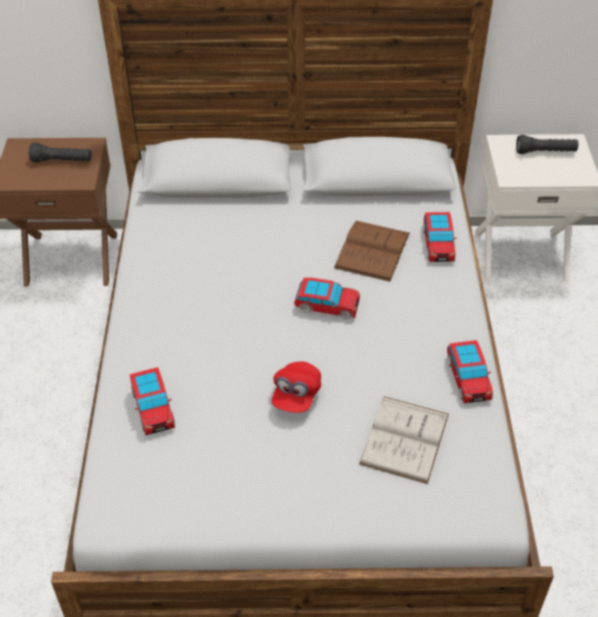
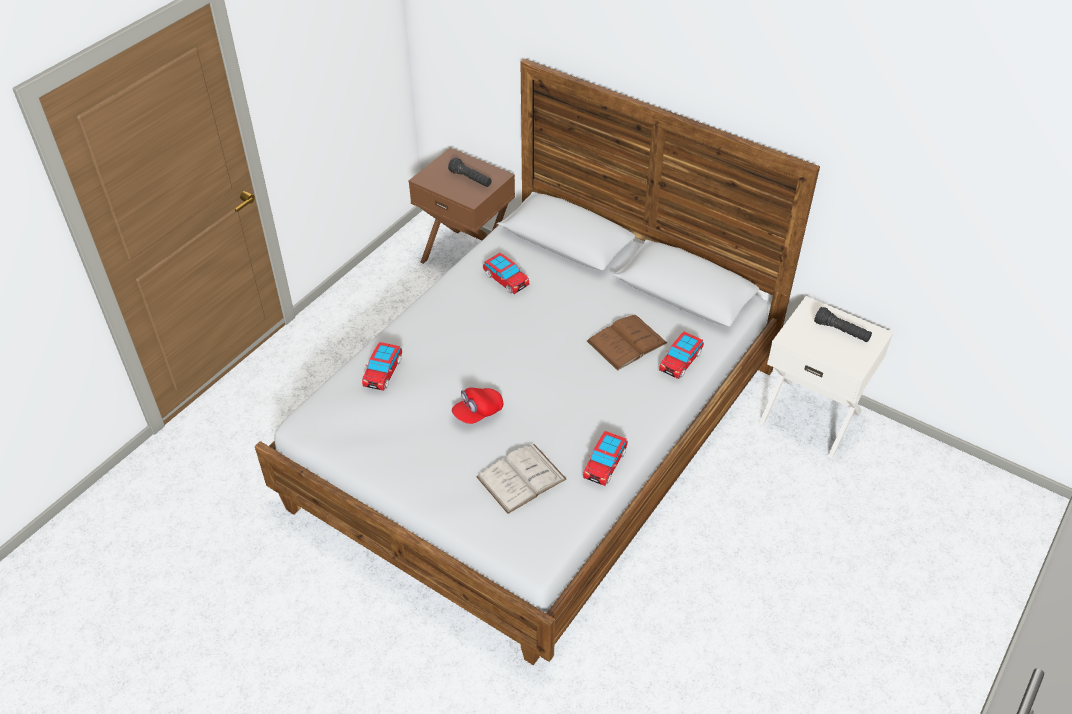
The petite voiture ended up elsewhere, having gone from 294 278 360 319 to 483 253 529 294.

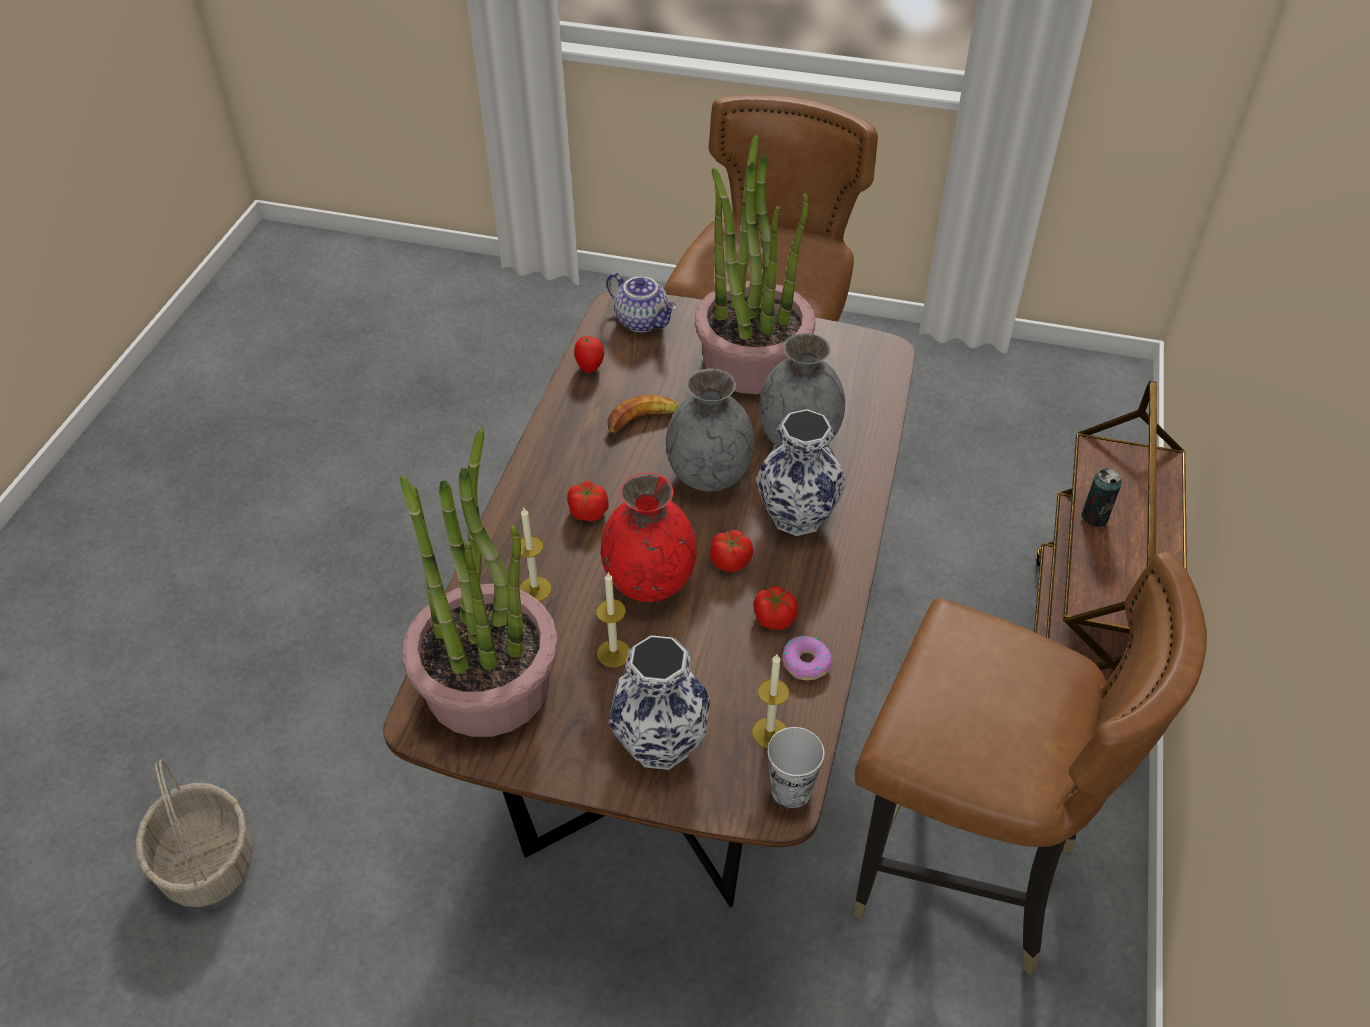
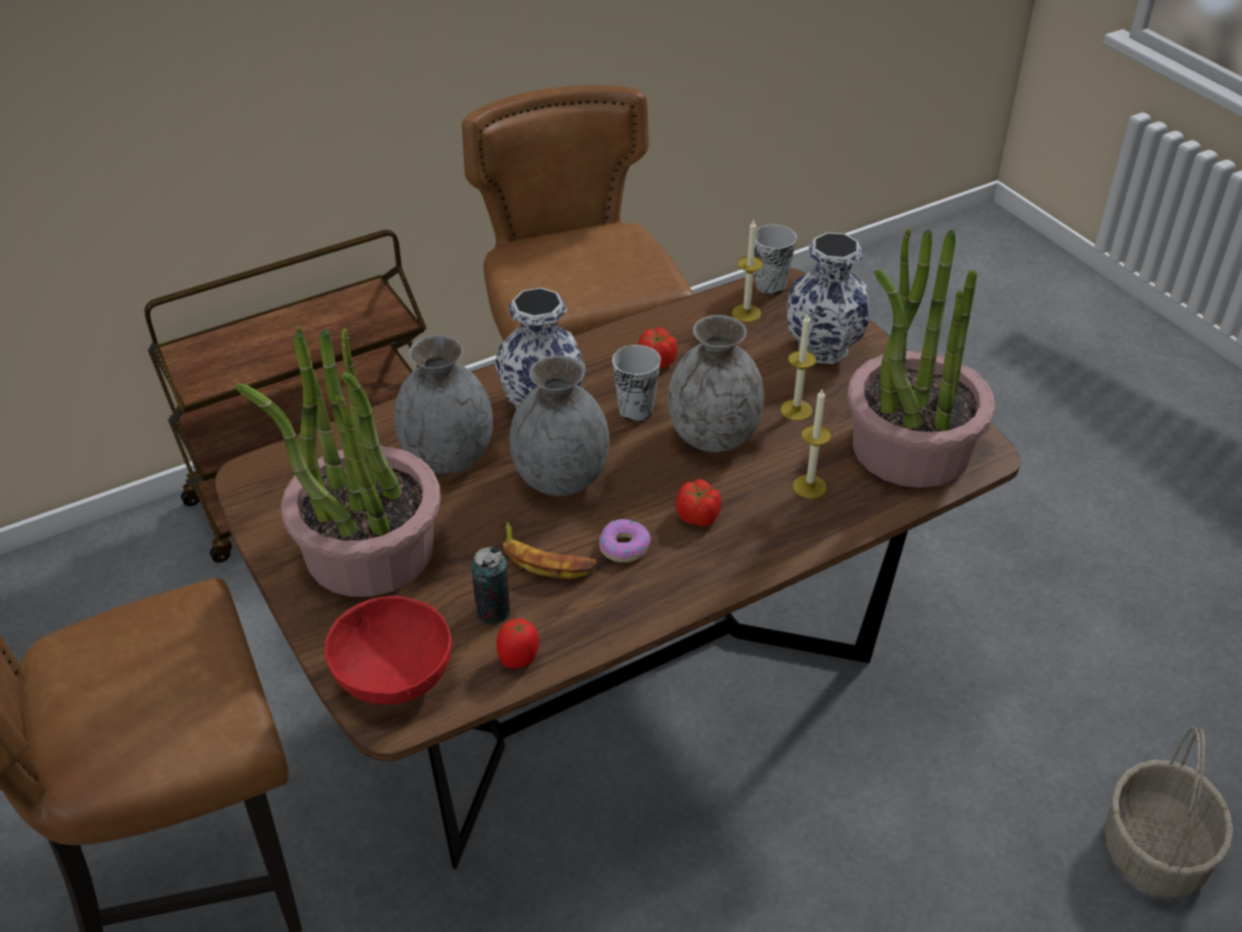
What was the vase (rouge) at 601 473 697 602 turned into the vase (gris) at 667 315 764 452.
Where the théière stood at 606 273 677 333, the bol (rouge) came to stand at 325 596 452 705.
Where the tomate stood at 710 530 753 572, the tasse came to stand at 612 345 661 422.
The beignet ended up elsewhere, having gone from 782 636 832 680 to 599 519 651 563.
The boîte métallique ended up elsewhere, having gone from 1081 468 1121 527 to 471 547 510 624.

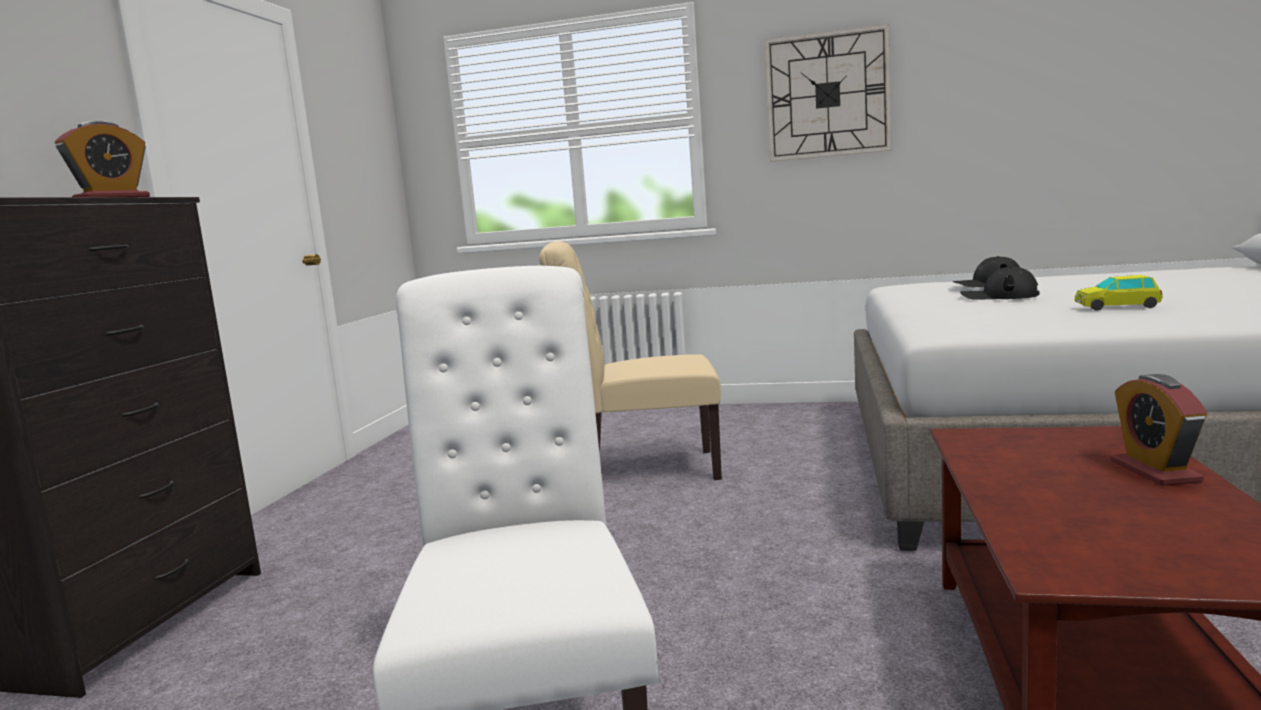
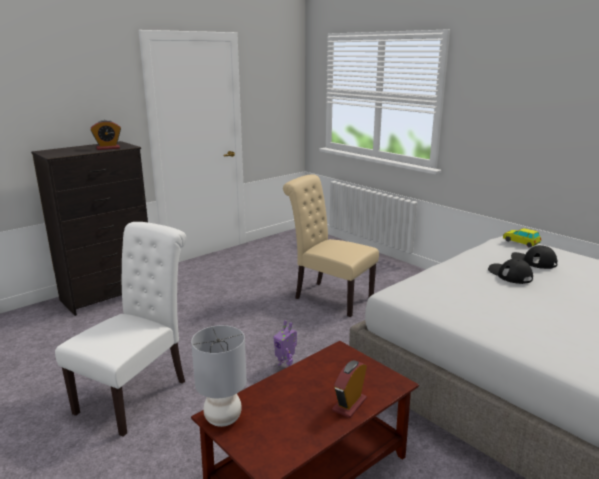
The second view lost the horloge murale at 765 24 892 162.
The petite voiture ended up elsewhere, having gone from 1075 275 1163 311 to 503 228 541 248.
The second view gained the lampe de table (gris) at 191 325 247 427.
The second view gained the robot jouet at 273 320 297 367.

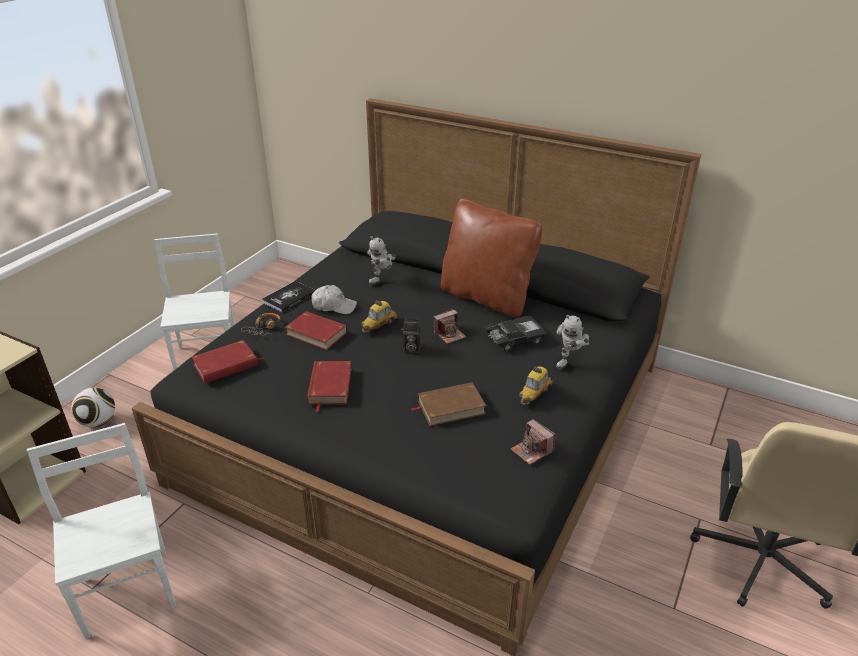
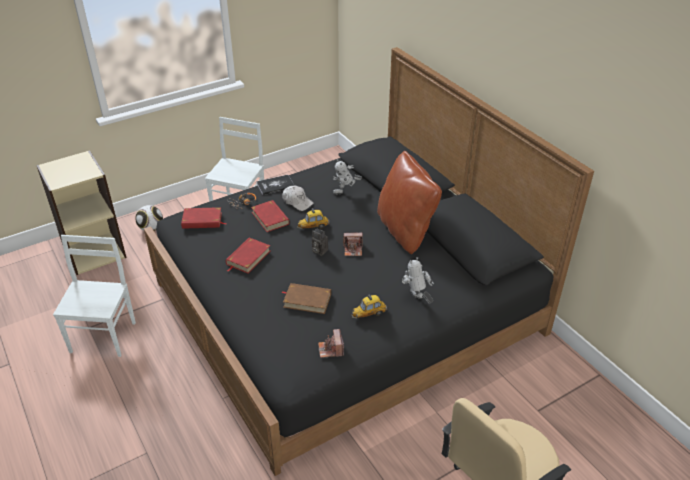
The second view lost the petite voiture (noir) at 483 316 547 351.
The robot jouet at 556 315 589 369 ended up facing another way, 90 degrees clockwise from before.

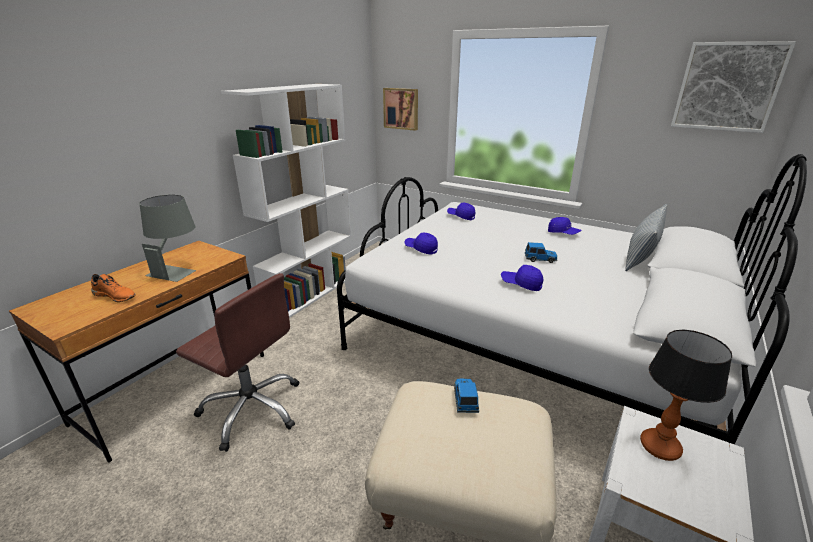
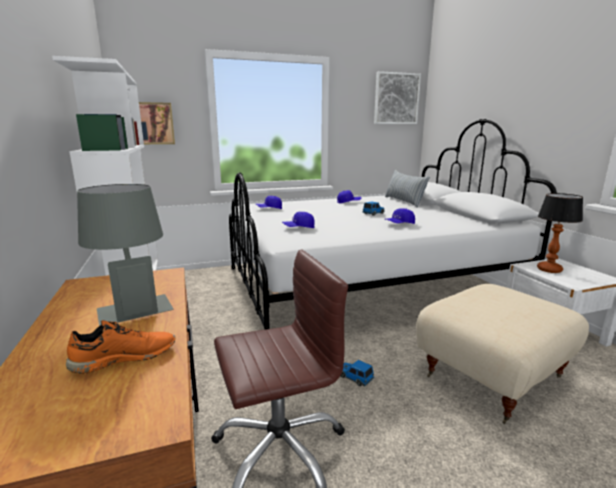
The petite voiture ended up elsewhere, having gone from 454 379 479 413 to 340 360 374 386.

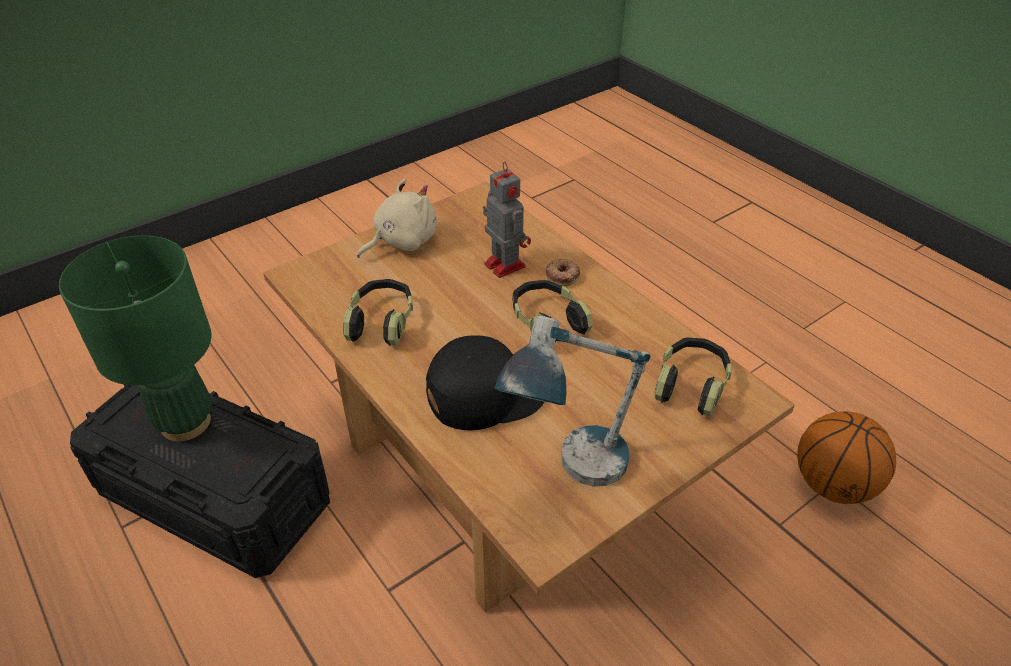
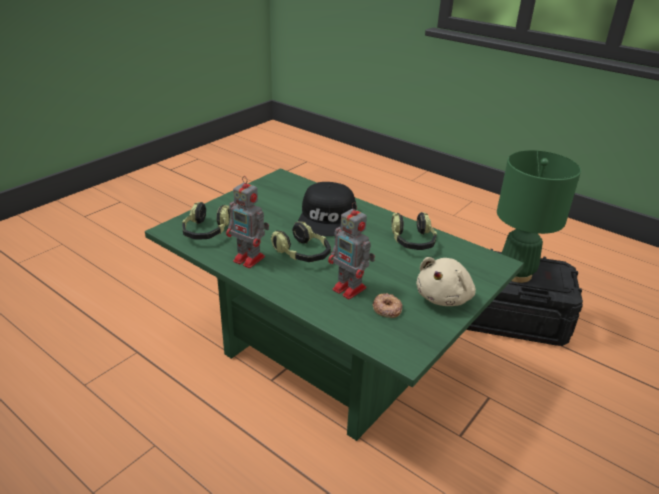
What was the table basse (marron) at 263 182 795 613 turned into the table basse (vert) at 145 168 524 441.
The casquette (noir) at 426 335 545 431 ended up facing another way, 45 degrees counterclockwise from before.
The second view lost the lampe de table at 494 316 651 487.
The beignet ended up elsewhere, having gone from 546 259 580 287 to 372 293 402 318.
The second view lost the ballon de basket at 797 411 896 504.
The second view gained the robot jouet at 226 176 269 268.

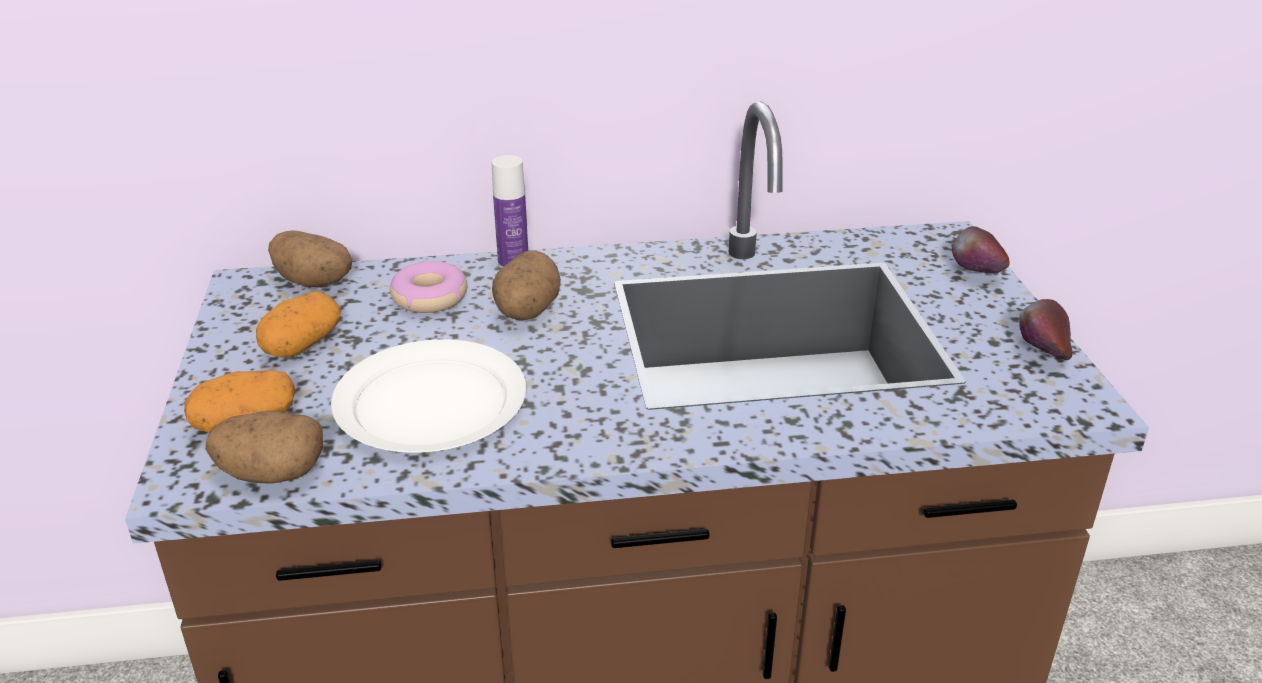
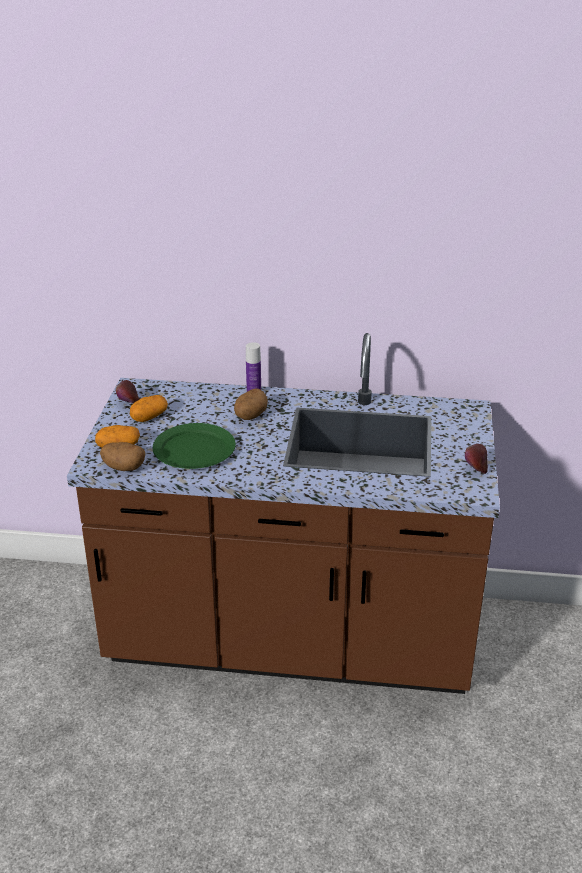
The second view lost the pomme de terre at 268 230 352 287.
What was the assiette (blanc) at 331 339 527 453 turned into the assiette (vert) at 153 423 236 469.
The second view lost the beignet at 389 261 467 313.
The pomme ended up elsewhere, having gone from 952 226 1009 274 to 115 380 140 403.

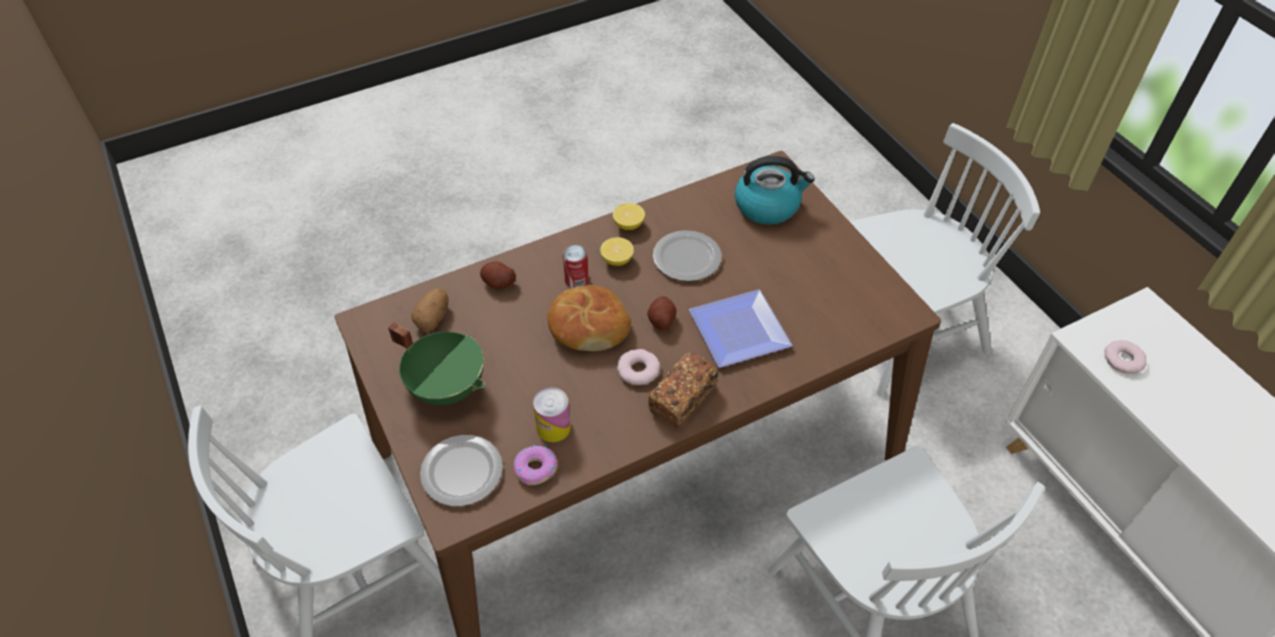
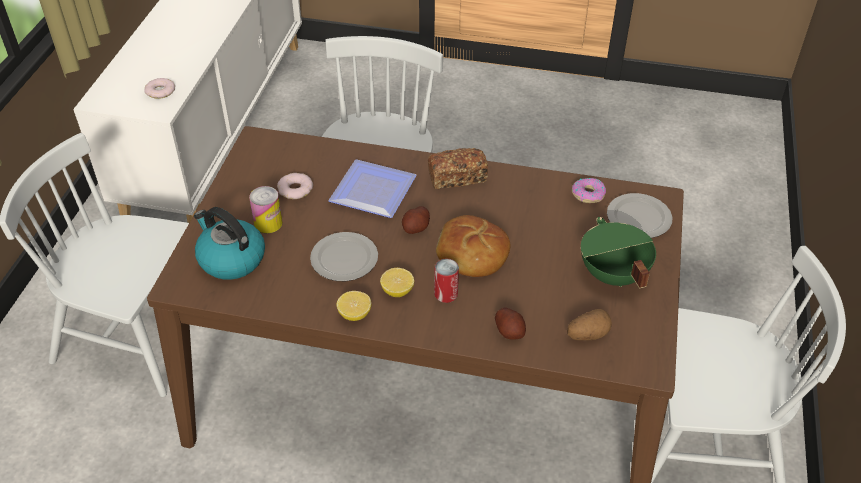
The boîte métallique ended up elsewhere, having gone from 533 387 571 442 to 249 186 283 233.
The beignet ended up elsewhere, having gone from 617 349 660 385 to 277 173 313 199.

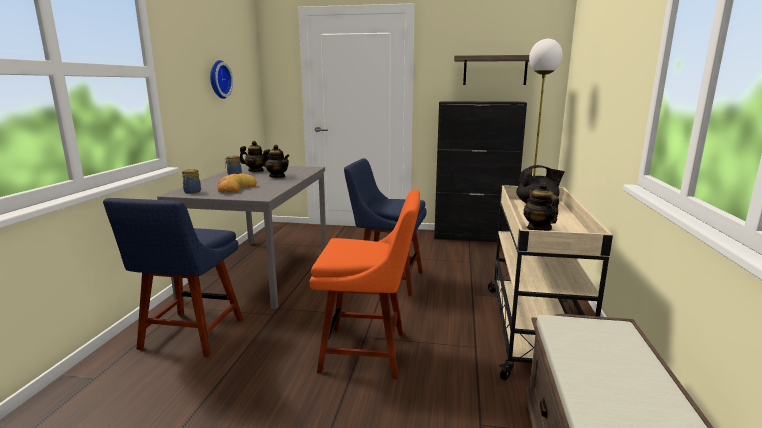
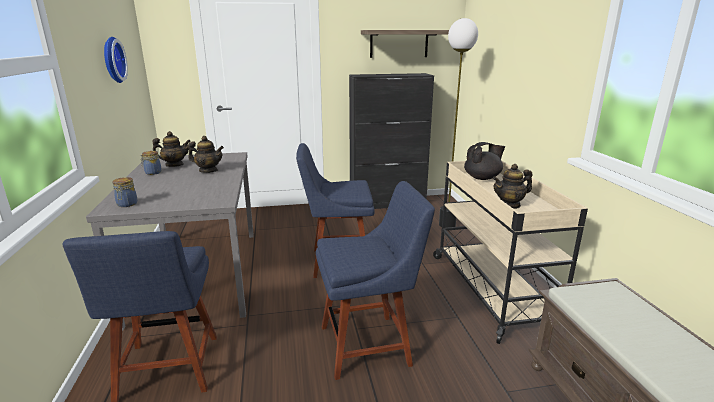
The second view lost the pain at 217 174 257 193.
What was the chaise (orange) at 310 189 420 379 turned into the chaise (bleu) at 316 181 435 380.
The théière at 523 182 559 231 ended up facing another way, 75 degrees counterclockwise from before.

